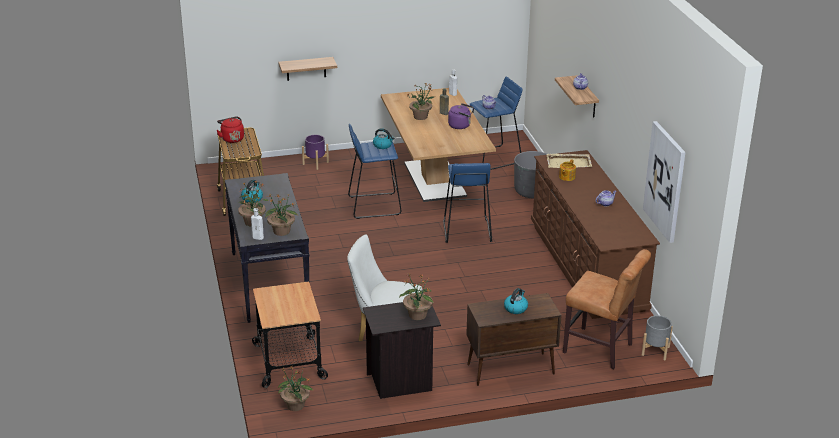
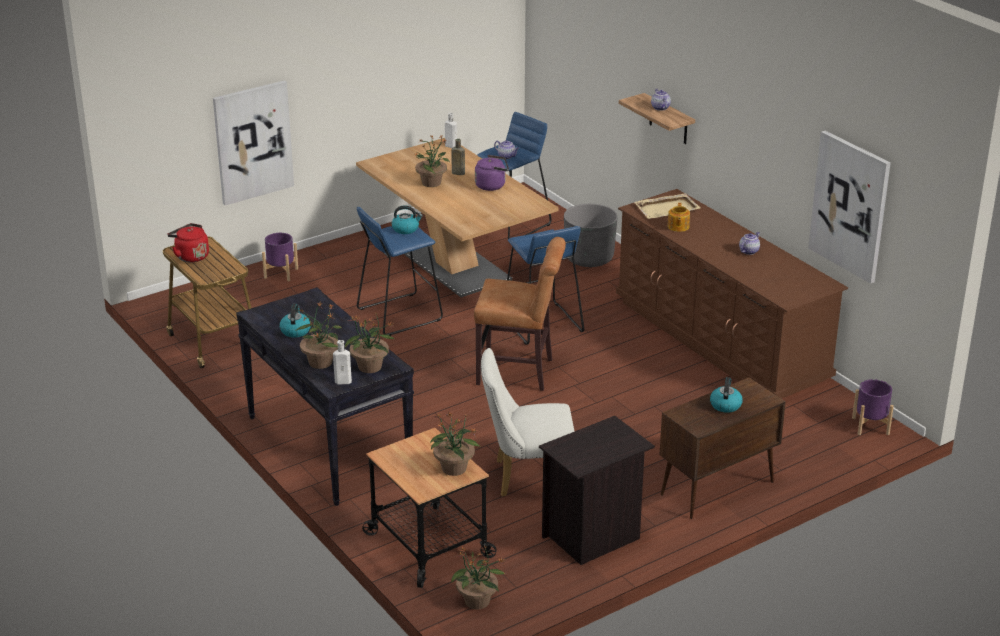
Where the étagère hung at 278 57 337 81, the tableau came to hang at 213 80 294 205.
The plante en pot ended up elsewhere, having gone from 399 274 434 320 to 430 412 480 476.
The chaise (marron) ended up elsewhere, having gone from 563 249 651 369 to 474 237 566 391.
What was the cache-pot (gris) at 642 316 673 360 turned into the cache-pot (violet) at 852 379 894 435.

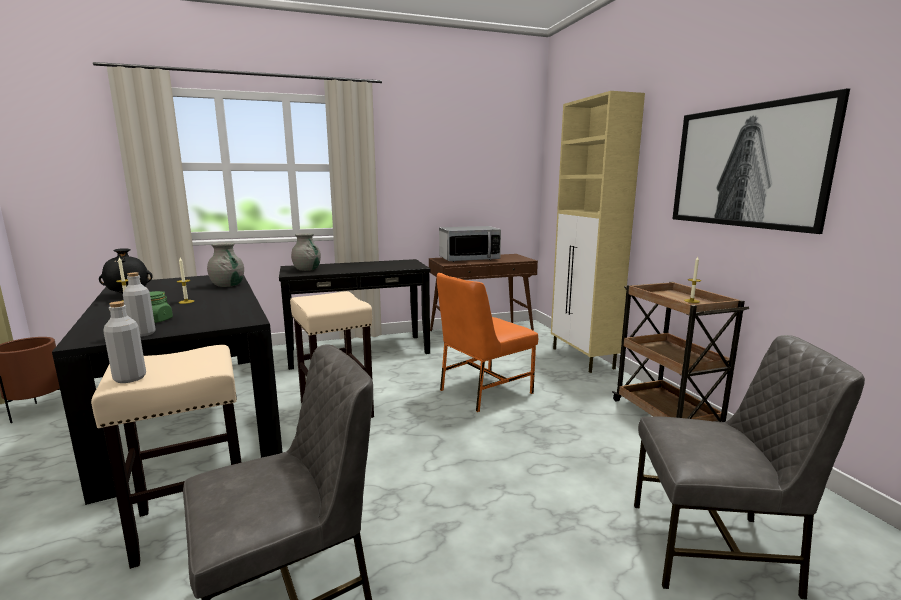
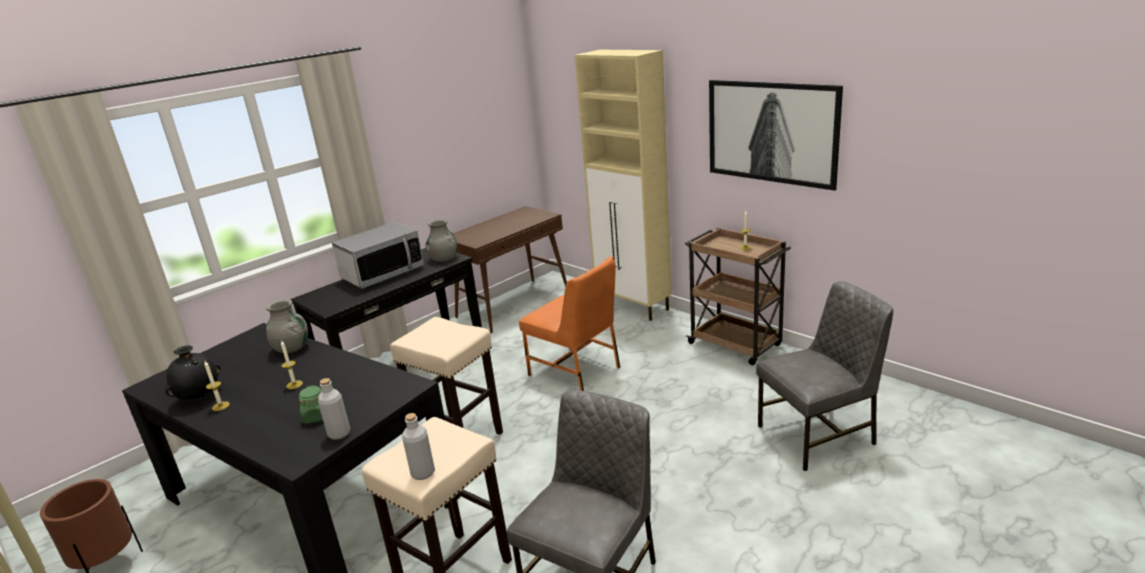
The vase (gris) ended up elsewhere, having gone from 291 233 321 271 to 425 219 457 262.
The chaise (orange) at 437 273 538 412 ended up facing another way, 75 degrees counterclockwise from before.
The micro-ondes ended up elsewhere, having gone from 439 226 501 262 to 332 222 424 289.

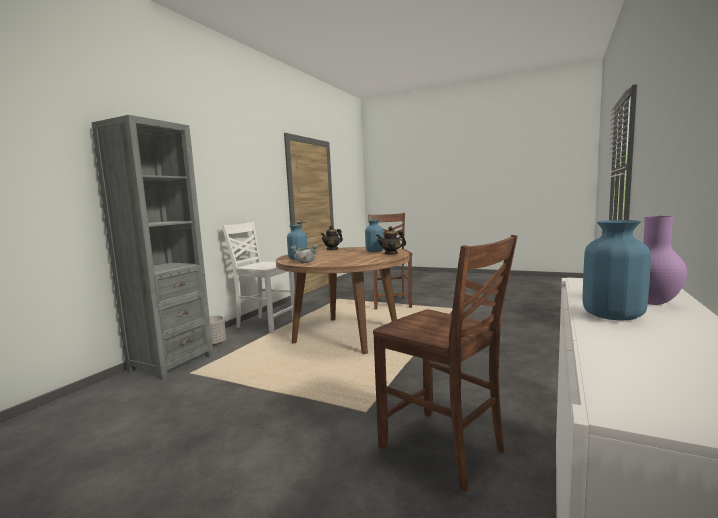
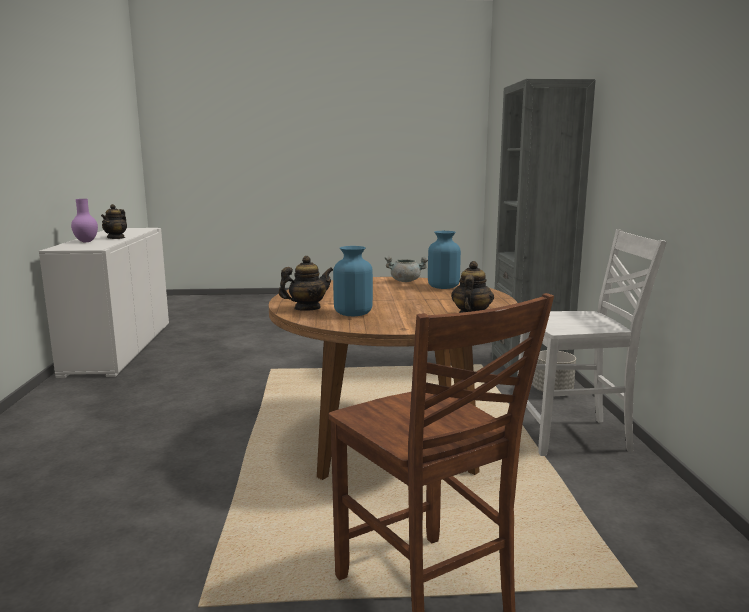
The second view lost the chaise (marron) at 373 235 518 492.
Where the vase (bleu) stood at 583 220 651 321, the théière came to stand at 101 204 127 239.

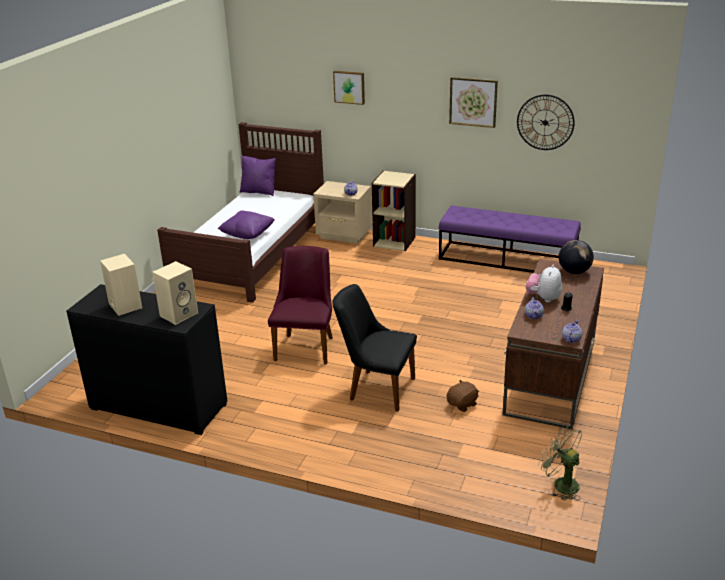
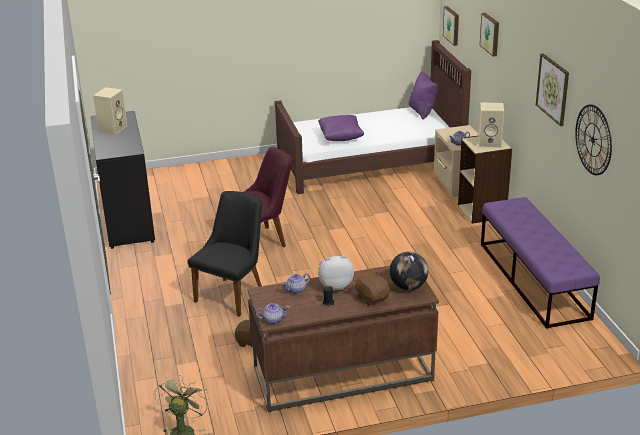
The enceinte (beige) ended up elsewhere, having gone from 152 261 198 325 to 478 102 504 148.
The chaise (noir) at 332 284 417 411 ended up facing another way, 45 degrees clockwise from before.
The second view gained the peluche (marron) at 354 271 390 306.
The second view gained the tableau at 443 6 459 46.

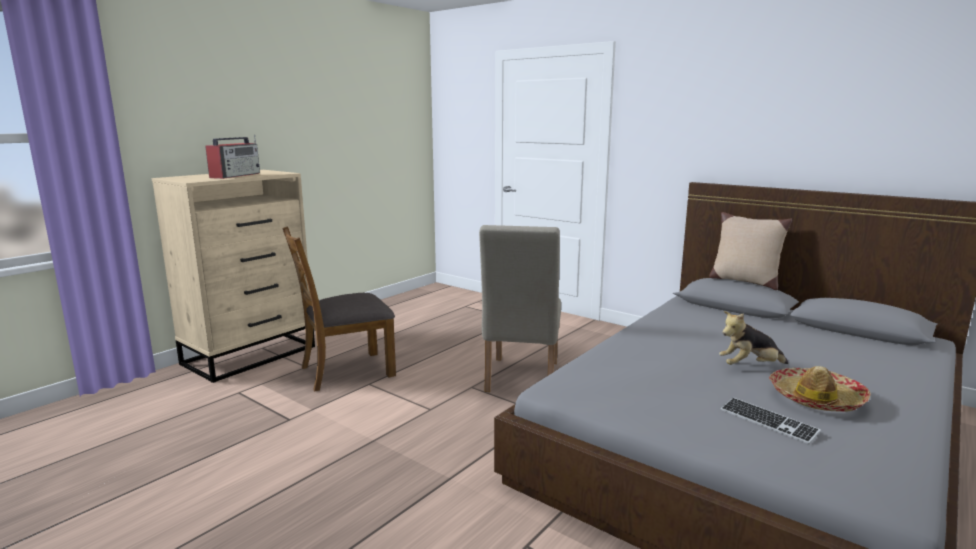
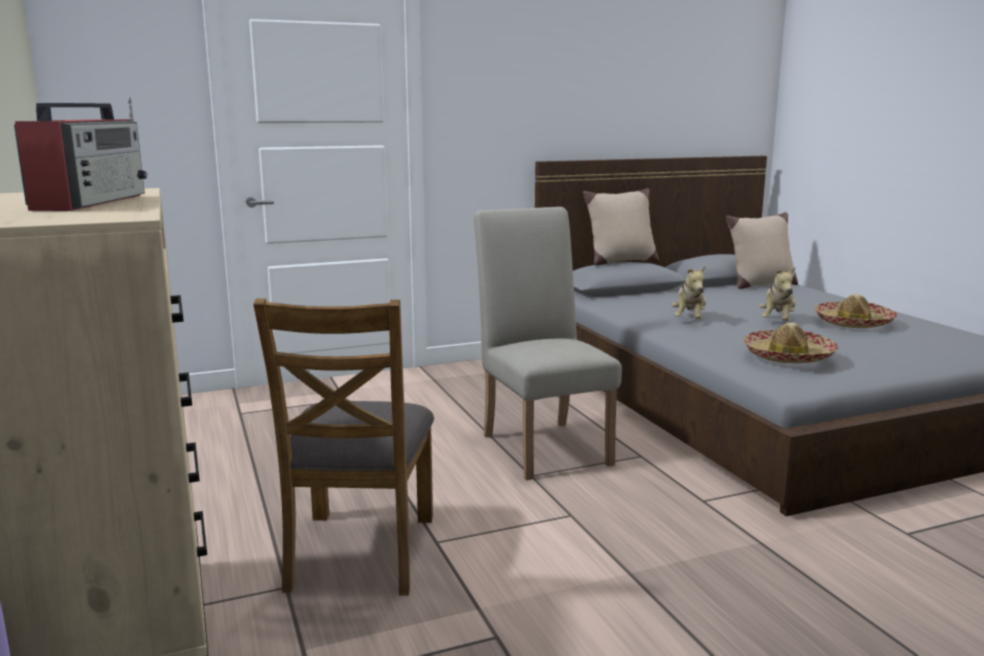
The radio at 205 135 260 179 ended up facing another way, 45 degrees clockwise from before.
The chaise (beige) at 479 225 561 392 ended up facing another way, 150 degrees counterclockwise from before.
The second view lost the clavier at 721 397 821 444.
The second view gained the peluche at 671 266 706 319.
The second view gained the coussin (beige) at 726 212 798 289.
The second view gained the chapeau at 743 322 838 363.

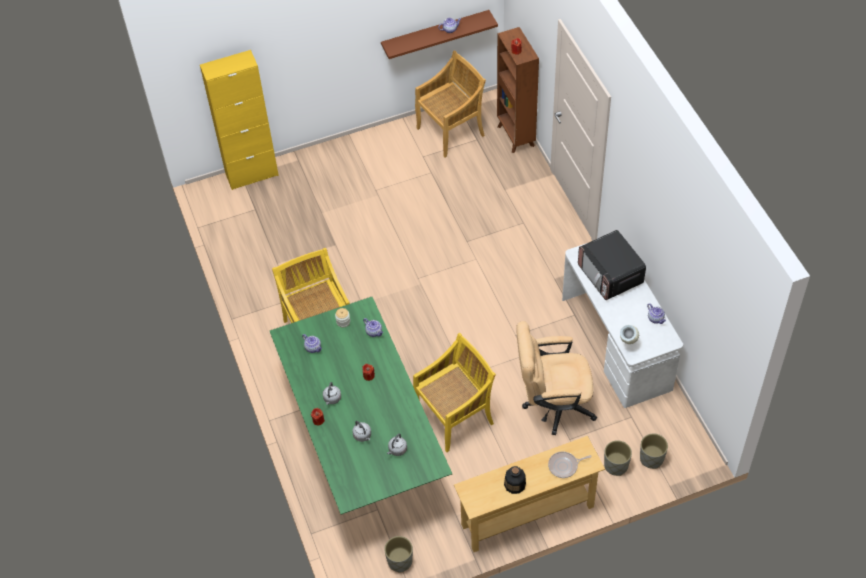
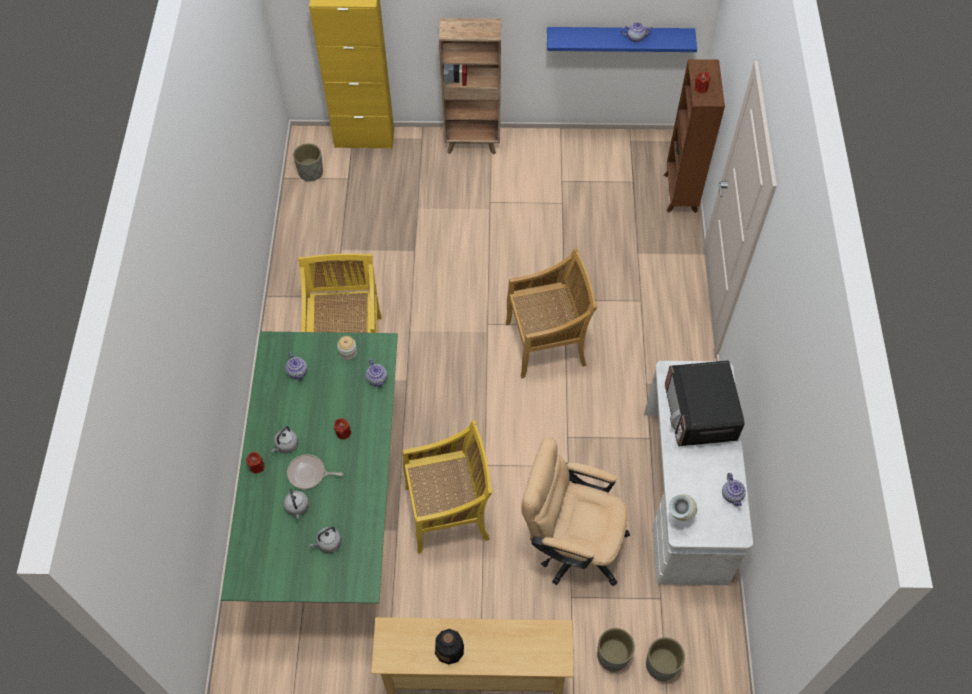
What was the étagère (marron) at 381 10 498 59 turned into the étagère (bleu) at 547 27 697 52.
The cache-pot (gris) ended up elsewhere, having gone from 384 536 413 573 to 293 143 323 182.
The chaise (beige) ended up elsewhere, having gone from 415 50 486 158 to 506 248 597 378.
The poêle ended up elsewhere, having gone from 548 452 592 478 to 287 454 343 489.
The second view gained the bibliothèque (marron) at 439 18 501 154.

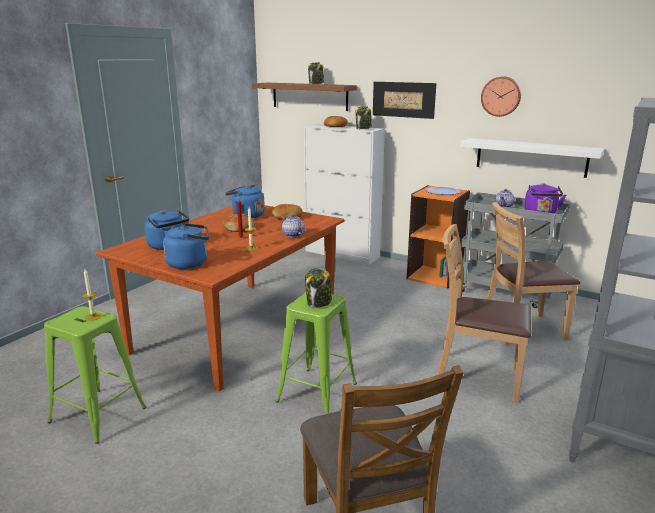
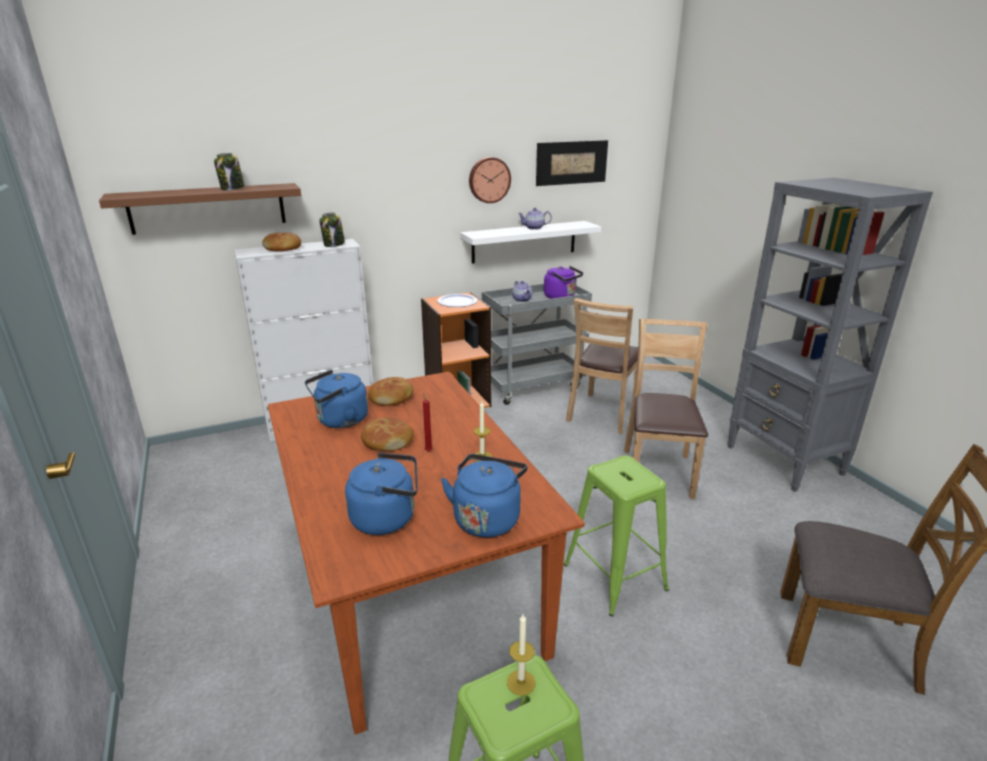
The théière ended up elsewhere, having gone from 281 214 305 237 to 518 208 552 230.
The second view lost the bocal at 305 268 332 308.
The tableau ended up elsewhere, having gone from 373 82 436 119 to 536 140 608 186.
The chaise (marron) at 437 224 531 402 ended up facing another way, 135 degrees clockwise from before.

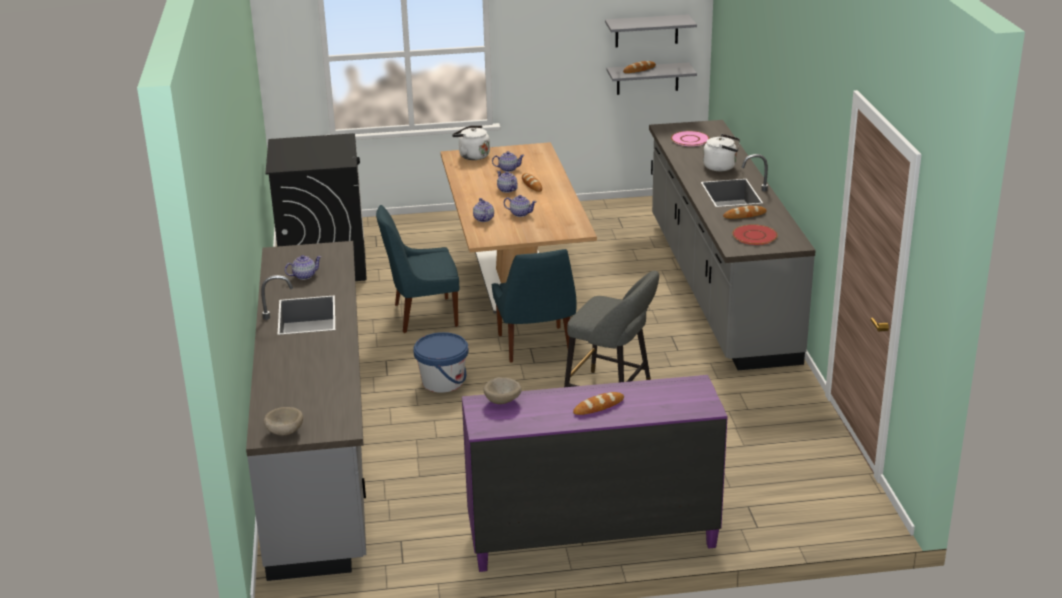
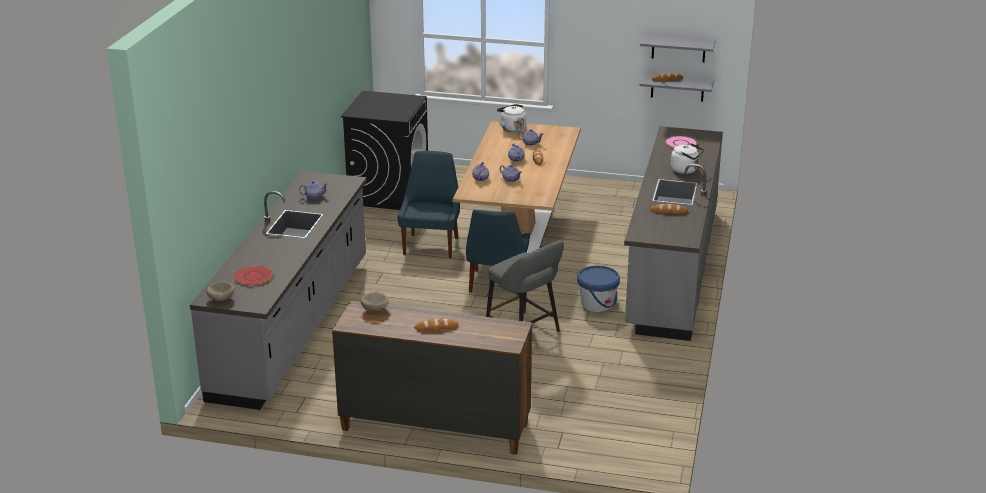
The chaise (bleu) at 376 205 459 333 ended up facing another way, 90 degrees clockwise from before.
The seau (bleu) ended up elsewhere, having gone from 413 332 468 393 to 577 266 620 312.
What was the commode (violet) at 462 375 728 572 turned into the commode (marron) at 332 301 532 455.
The assiette (rouge) ended up elsewhere, having gone from 732 224 778 245 to 234 266 273 286.

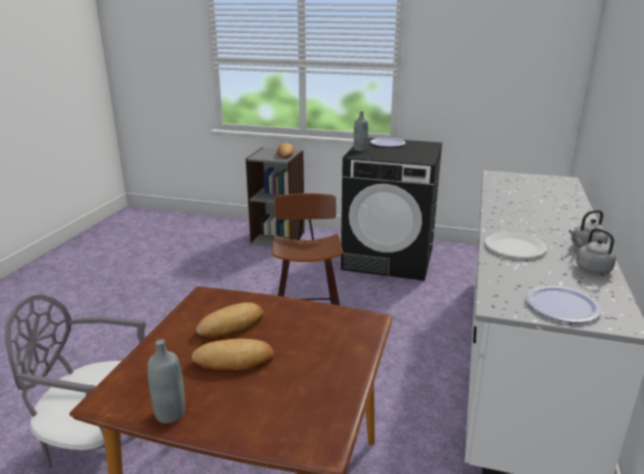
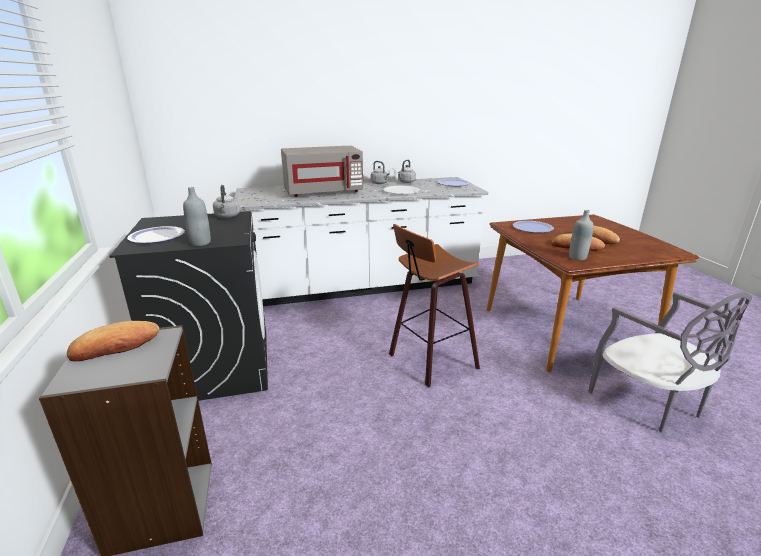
The bouteille (gris) ended up elsewhere, having gone from 147 339 185 423 to 569 210 593 261.
The second view gained the bouilloire (gris) at 213 185 240 218.
The second view gained the micro-ondes (gris) at 281 146 363 197.
The second view gained the assiette at 513 221 554 233.

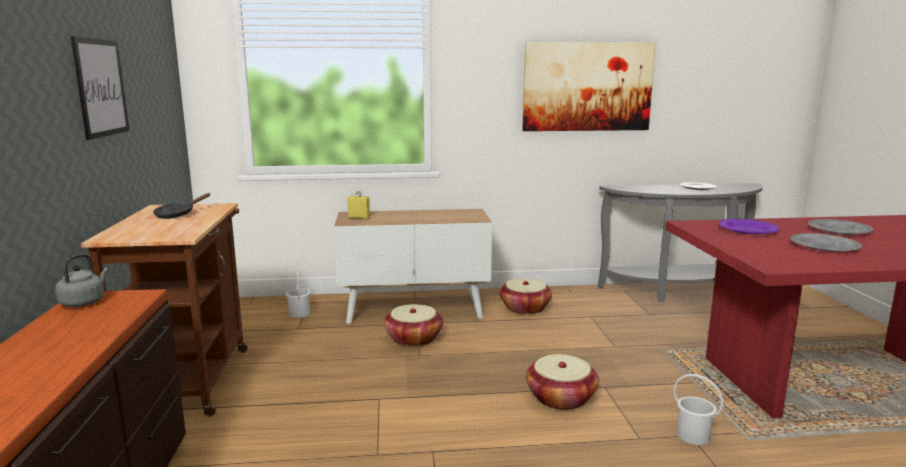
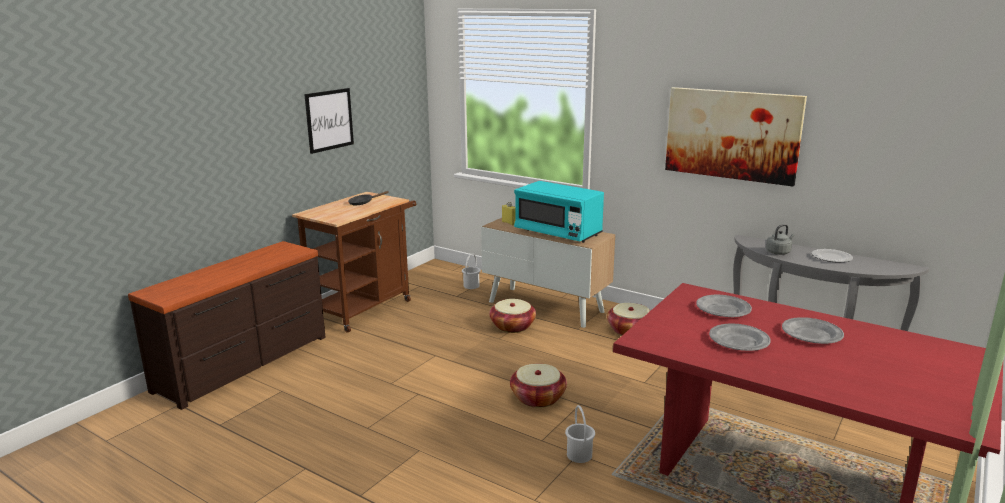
The bouilloire (gris) ended up elsewhere, having gone from 55 254 108 307 to 766 224 794 255.
What was the assiette (violet) at 718 219 780 234 turned into the assiette (gris) at 696 295 752 317.
The second view gained the micro-ondes (turquoise) at 514 181 604 243.

